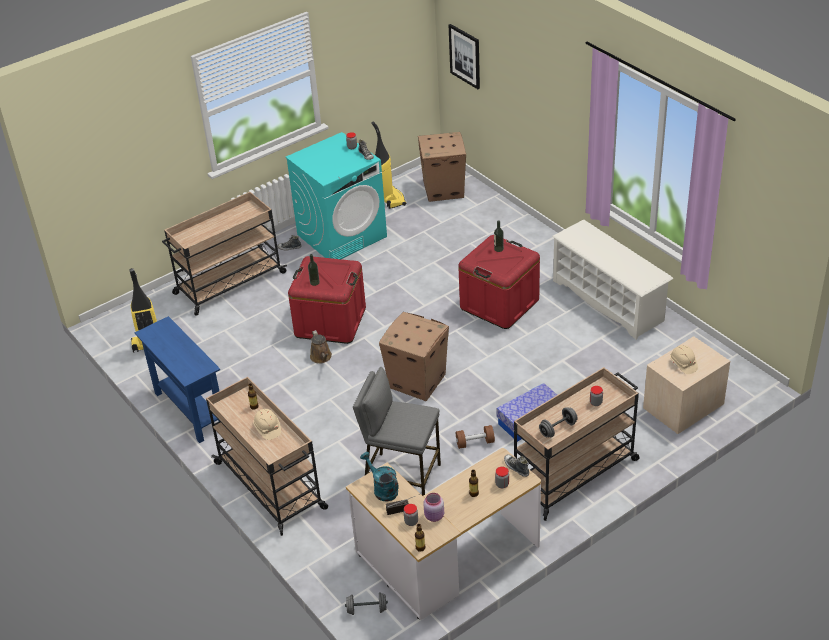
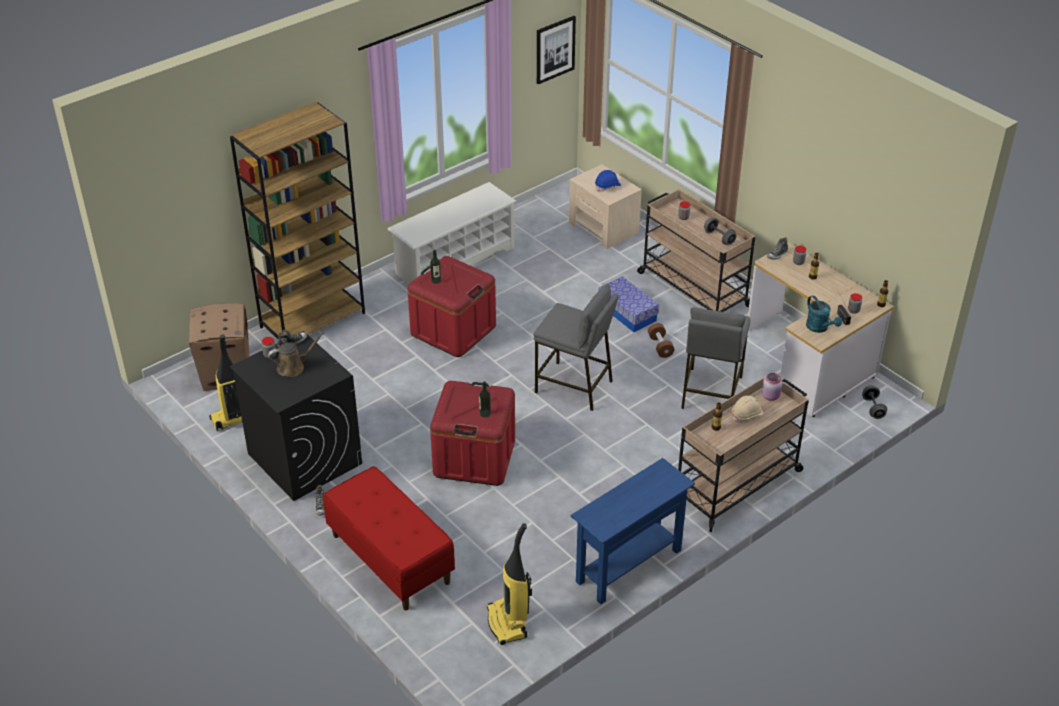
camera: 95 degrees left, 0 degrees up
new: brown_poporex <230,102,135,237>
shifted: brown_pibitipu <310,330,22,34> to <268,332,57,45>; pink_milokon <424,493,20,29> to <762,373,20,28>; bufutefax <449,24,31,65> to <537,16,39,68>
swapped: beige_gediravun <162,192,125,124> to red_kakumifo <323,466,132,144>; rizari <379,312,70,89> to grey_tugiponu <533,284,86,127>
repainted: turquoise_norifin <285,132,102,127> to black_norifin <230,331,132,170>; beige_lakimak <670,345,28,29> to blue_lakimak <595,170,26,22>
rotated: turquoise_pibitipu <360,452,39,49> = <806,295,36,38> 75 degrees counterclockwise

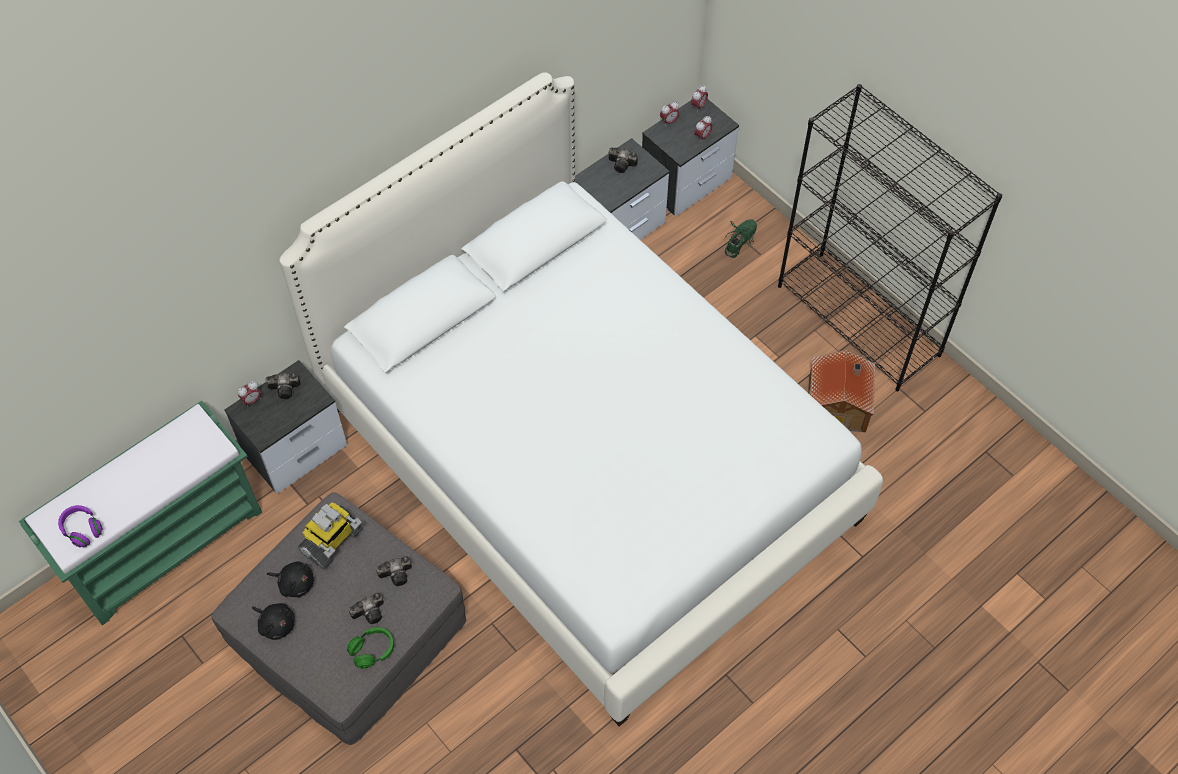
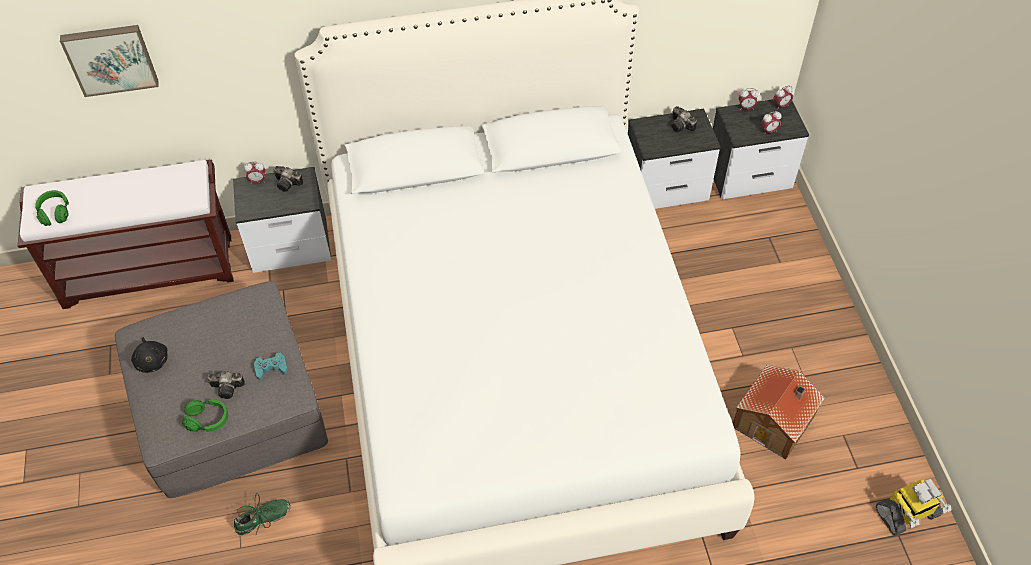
camera: 30 degrees right, 5 degrees down
gone: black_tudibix <267,561,47,36>; black_poporex <778,84,224,307>
new: bufutefax <60,25,99,72>
shifted: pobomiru <298,502,65,68> to <876,479,75,57>; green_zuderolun <724,219,33,39> to <234,493,57,42>
swapped: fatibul <376,556,36,30> to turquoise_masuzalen <254,352,34,28>
repainted: green_kakumifo <19,401,243,224> to brown_kakumifo <18,159,216,150>; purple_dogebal <58,505,45,42> to green_dogebal <35,190,34,36>

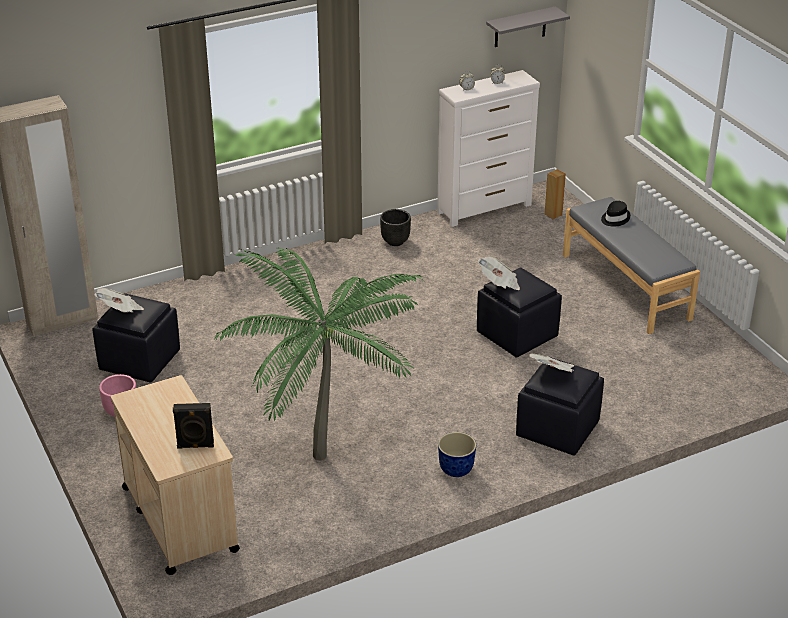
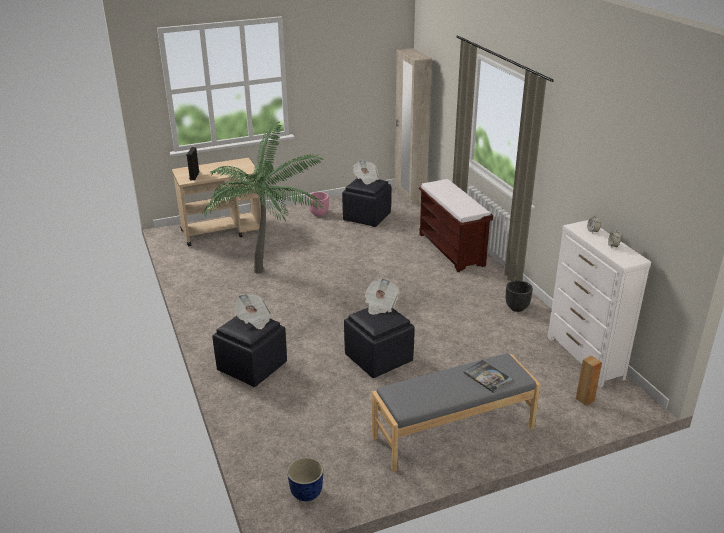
camera: 95 degrees right, 5 degrees down
gone: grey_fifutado <486,6,84,41>
new: brown_kakumifo <419,179,74,93>
shifted: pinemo <438,432,38,45> to <287,457,36,44>
swapped: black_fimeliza <601,201,30,25> to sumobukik <463,360,50,33>

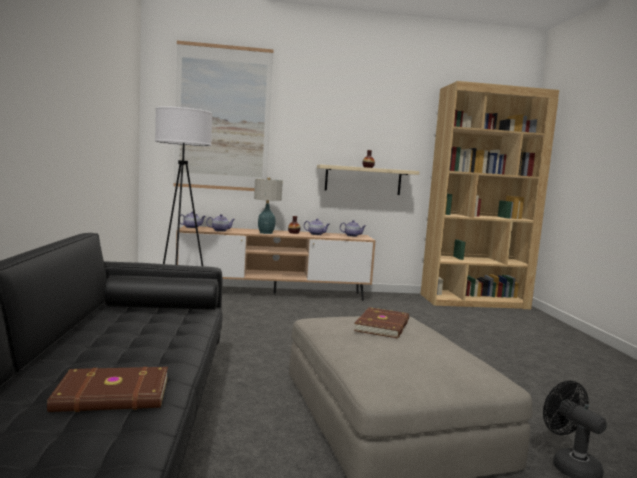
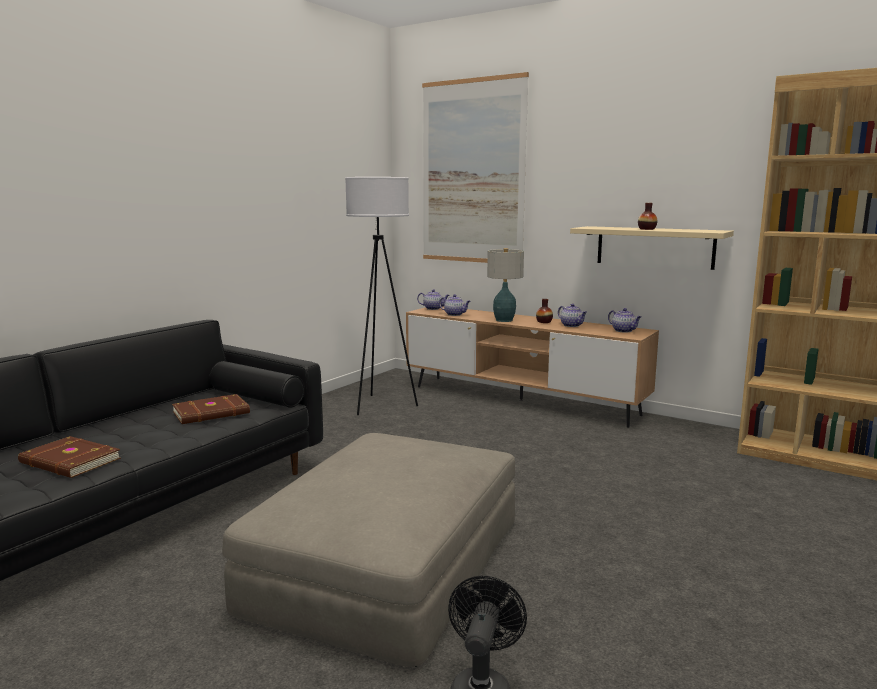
camera: 40 degrees right, 5 degrees up
shifted: brown_sumobukik <354,307,55,31> to <172,394,78,30>

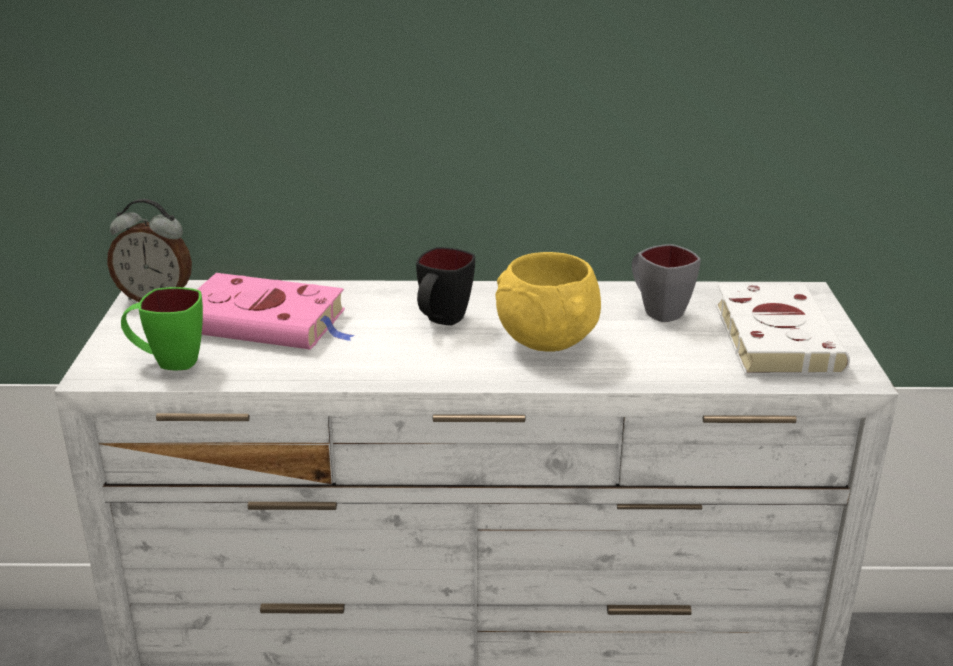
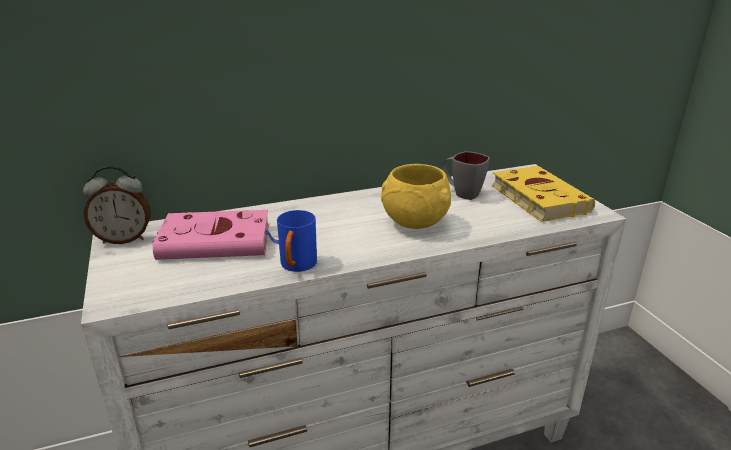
camera: 20 degrees left, 0 degrees up
gone: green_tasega <121,287,82,83>; black_tasega <416,247,59,78>
new: blue_tasega <277,210,40,62>
repainted: white_sumobukik <716,284,134,92> to yellow_sumobukik <491,166,104,56>

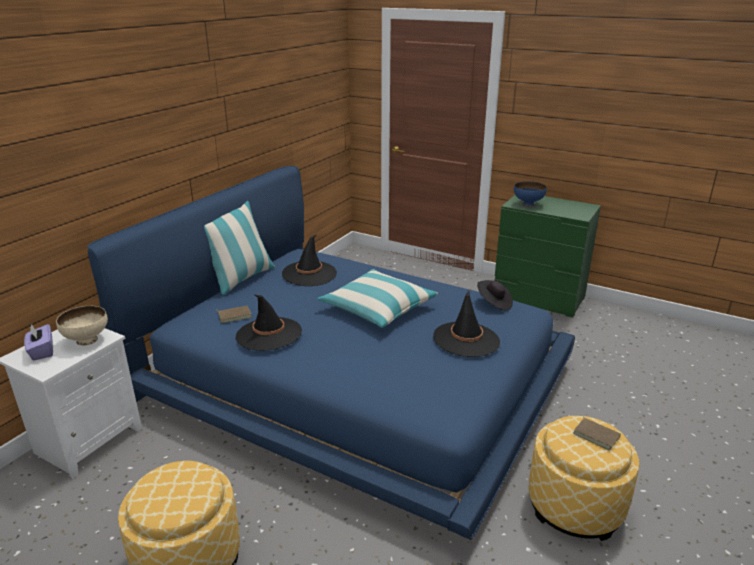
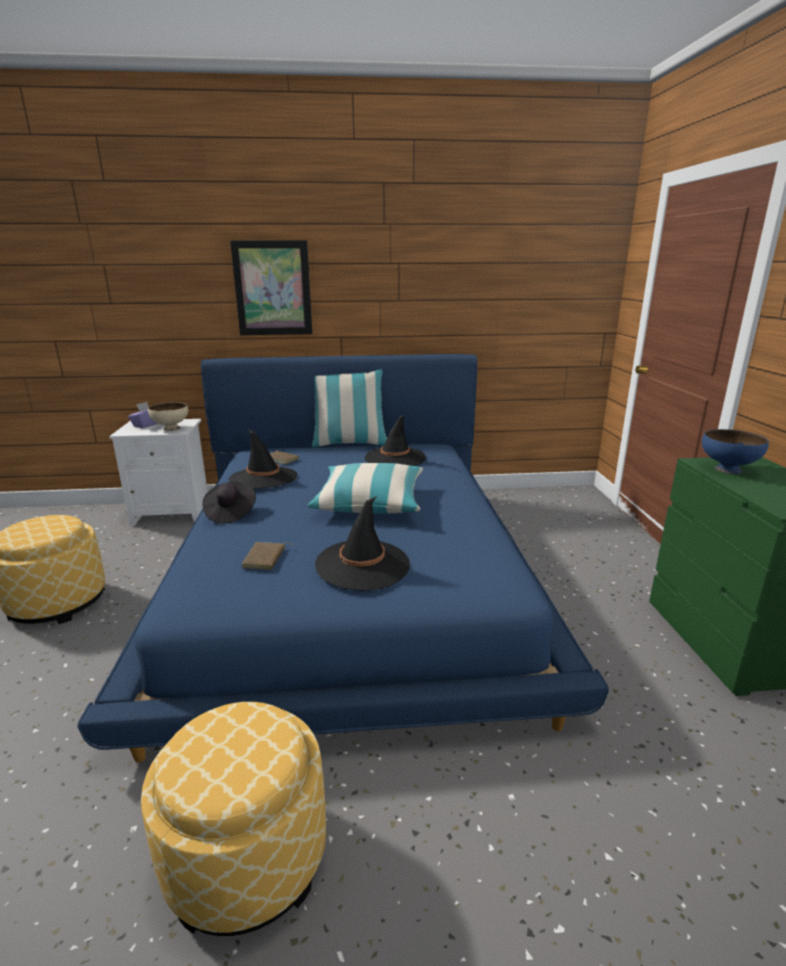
camera: 55 degrees right, 5 degrees down
new: bufutefax <230,240,83,95>
shifted: black_fimeliza <477,280,36,31> to <202,482,54,41>; brown_sumobukik <573,414,48,36> to <241,542,52,28>

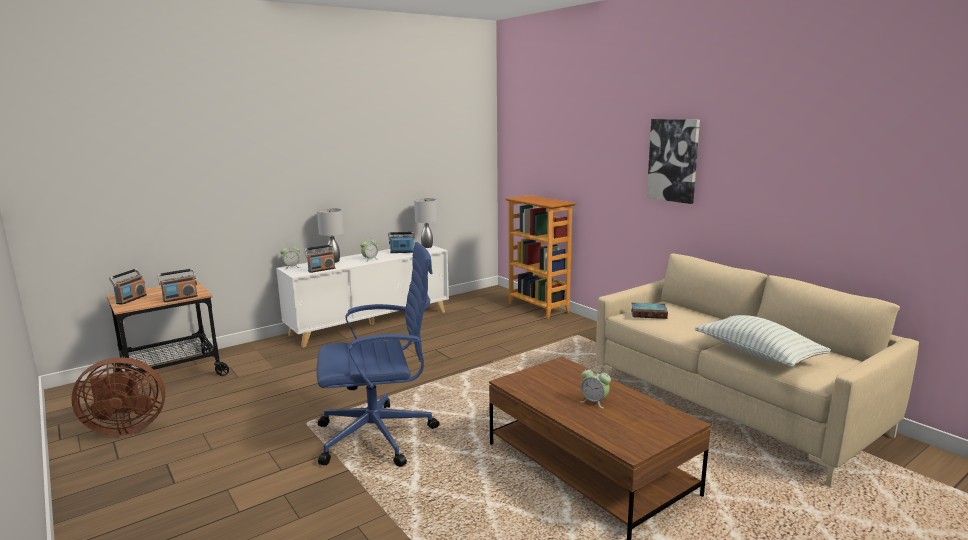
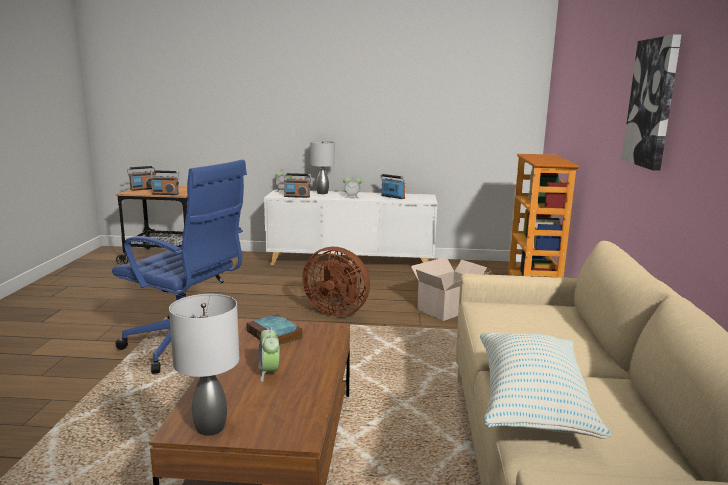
camera: 40 degrees right, 0 degrees up
new: rizari <411,257,80,64>
shifted: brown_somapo <71,357,94,79> to <302,247,68,70>; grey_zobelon <414,198,24,50> to <169,294,70,142>; sumobukik <631,303,37,16> to <246,314,57,32>

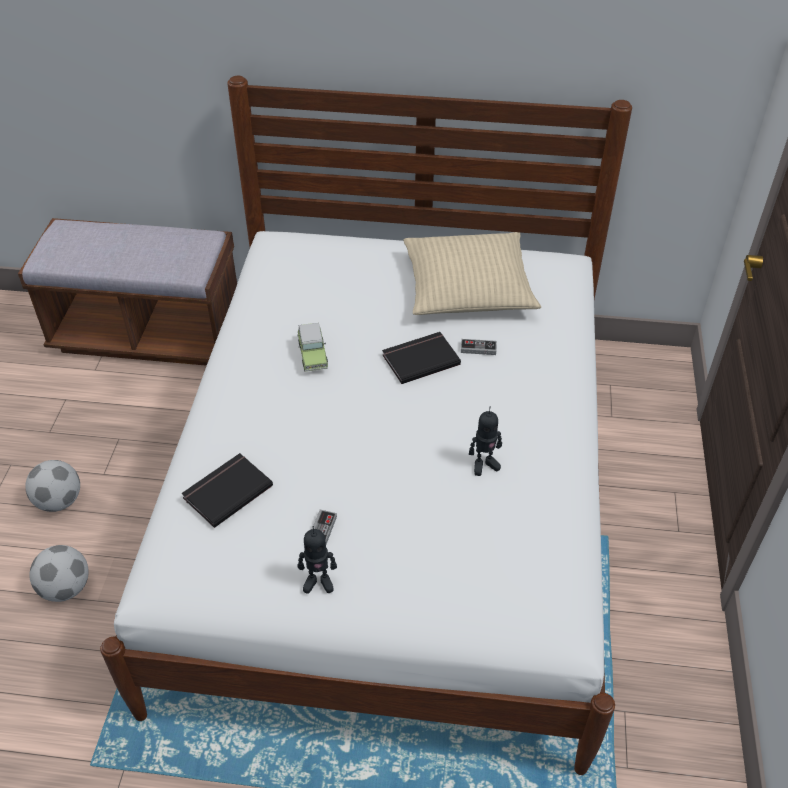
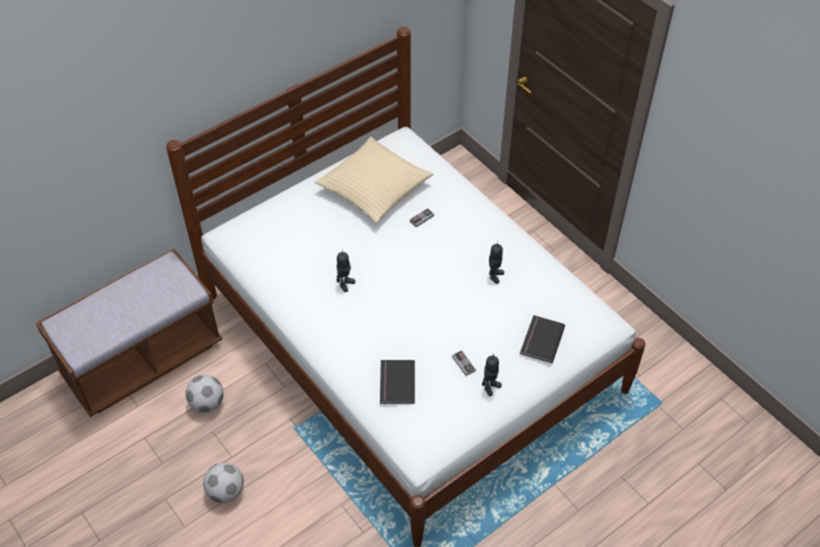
camera: 45 degrees left, 5 degrees up
shifted: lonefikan <29,545,60,57> to <185,375,39,37>; black_sumobukik <382,332,79,52> to <520,315,45,48>
swapped: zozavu <297,323,31,49> to pobomiru <336,252,20,40>

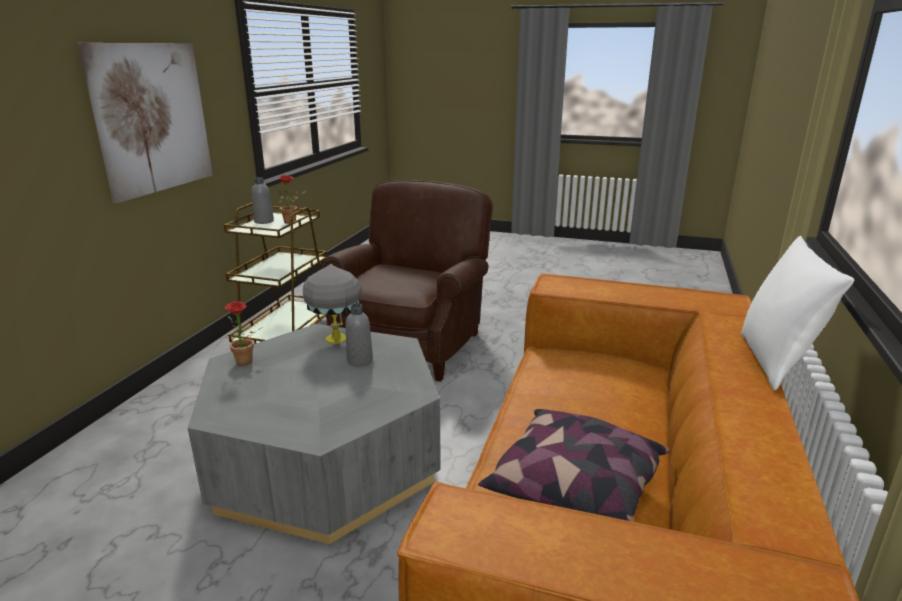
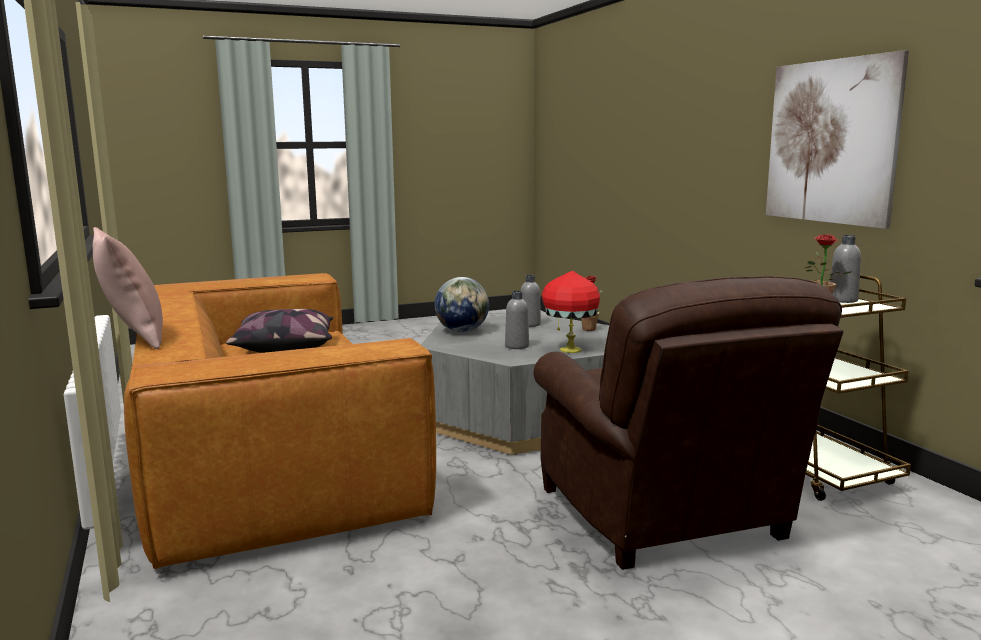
camera: 140 degrees right, 10 degrees down
new: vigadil <435,277,54,55>; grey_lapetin <521,275,20,52>
repainted: grey_zobelon <303,264,59,80> to red_zobelon <542,271,58,82>; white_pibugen <741,236,113,154> to pink_pibugen <93,227,70,122>

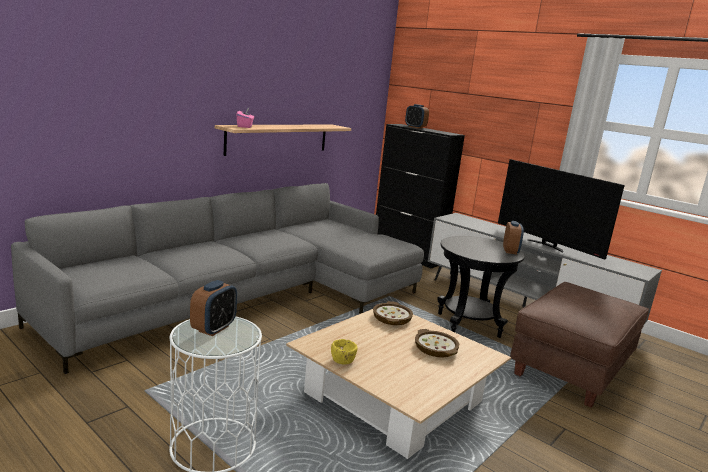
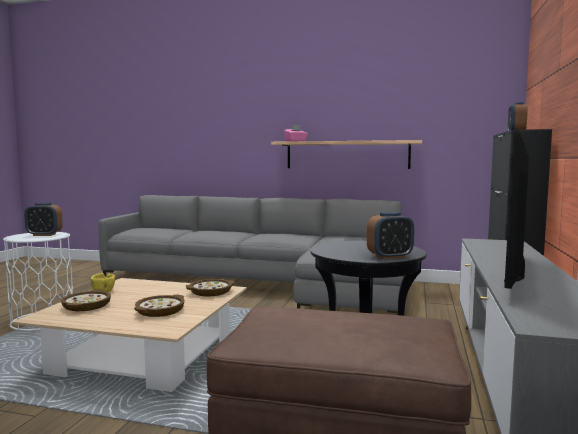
camera: 65 degrees right, 10 degrees down
new: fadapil <61,290,50,21>

